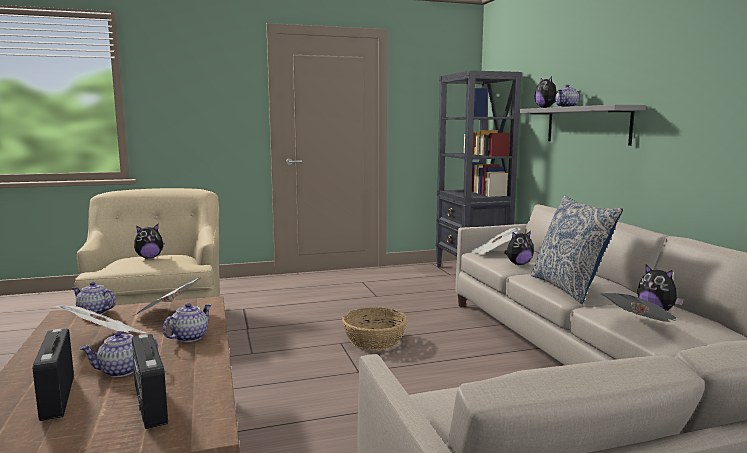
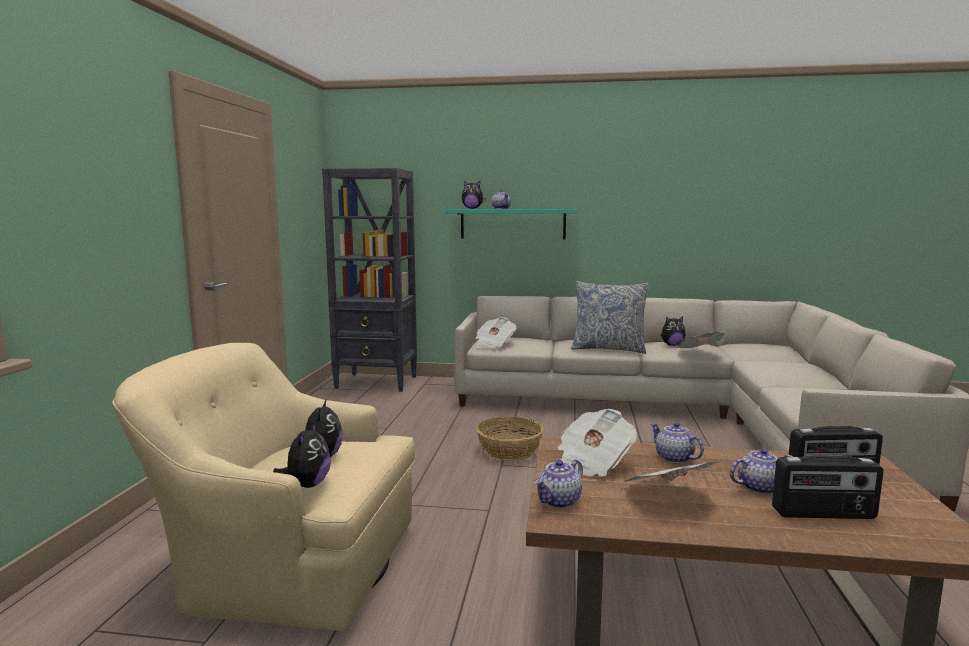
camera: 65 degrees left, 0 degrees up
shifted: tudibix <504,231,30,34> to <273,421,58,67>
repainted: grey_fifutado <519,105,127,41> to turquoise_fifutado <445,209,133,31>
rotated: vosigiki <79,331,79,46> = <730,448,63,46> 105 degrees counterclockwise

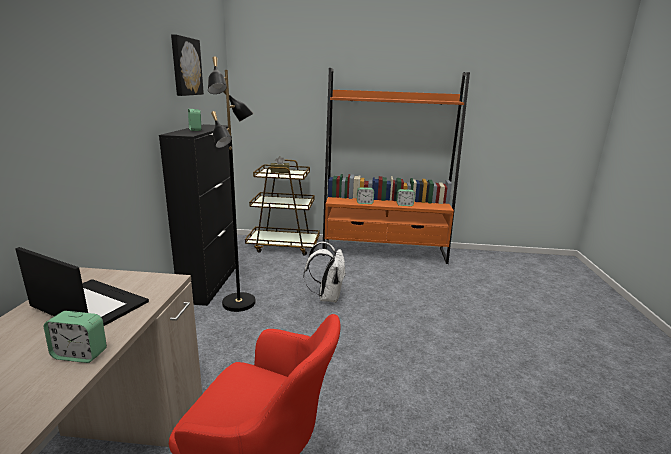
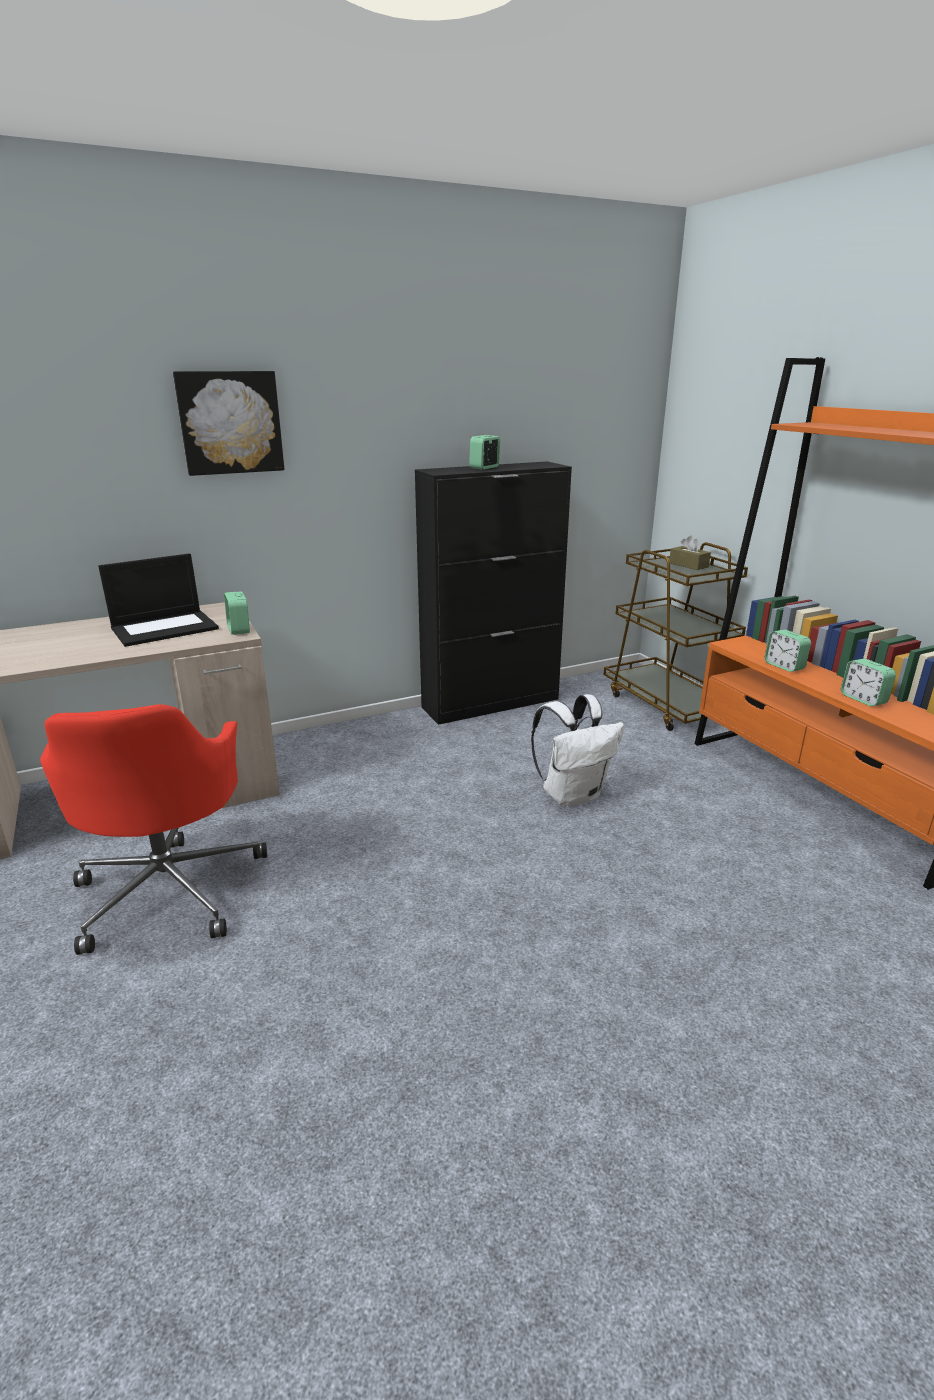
camera: 60 degrees right, 5 degrees up
gone: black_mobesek <208,57,48,255>
shifted: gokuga <44,311,63,52> to <224,591,26,44>; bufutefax <171,34,33,62> to <173,371,112,105>
rotated: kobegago <15,247,134,79> = <98,553,121,94> 60 degrees clockwise

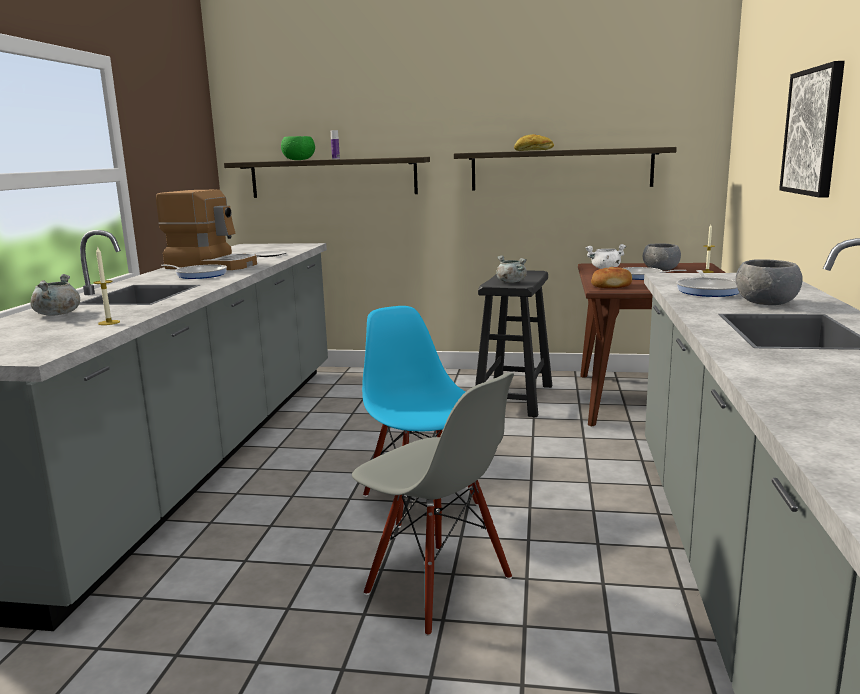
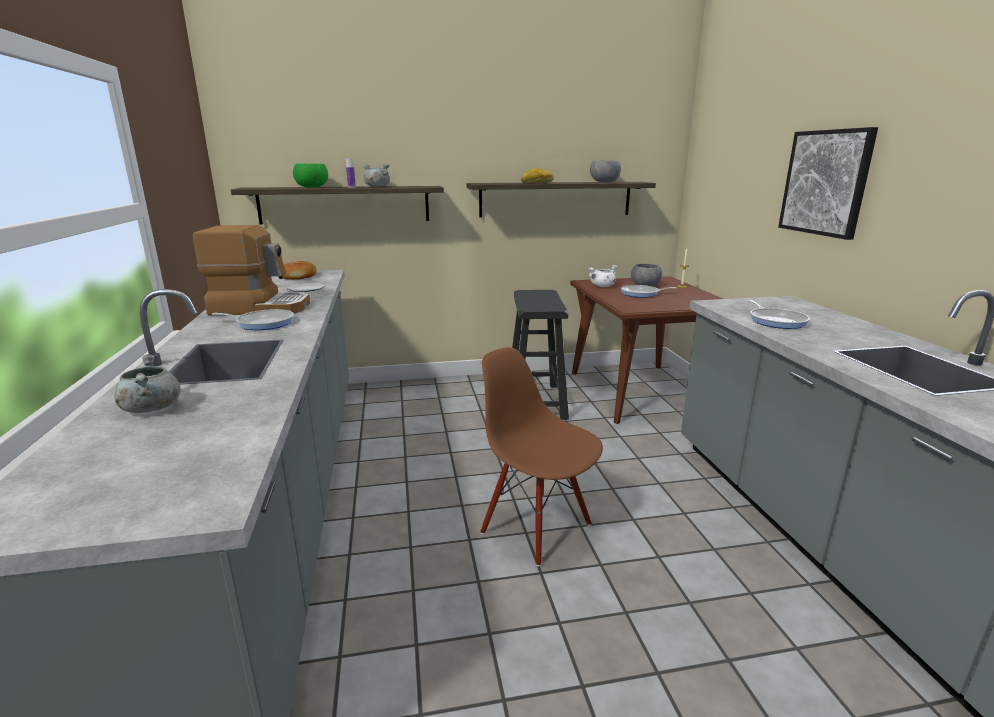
camera: 20 degrees left, 5 degrees up
gone: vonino <93,246,27,79>; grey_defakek <352,373,162,263>
shifted: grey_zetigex <496,255,31,28> to <363,163,27,24>; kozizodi <591,267,41,21> to <283,261,34,19>; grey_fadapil <736,260,67,45> to <590,160,31,22>
repainted: blue_defakek <362,306,117,222> to brown_defakek <480,347,123,220>

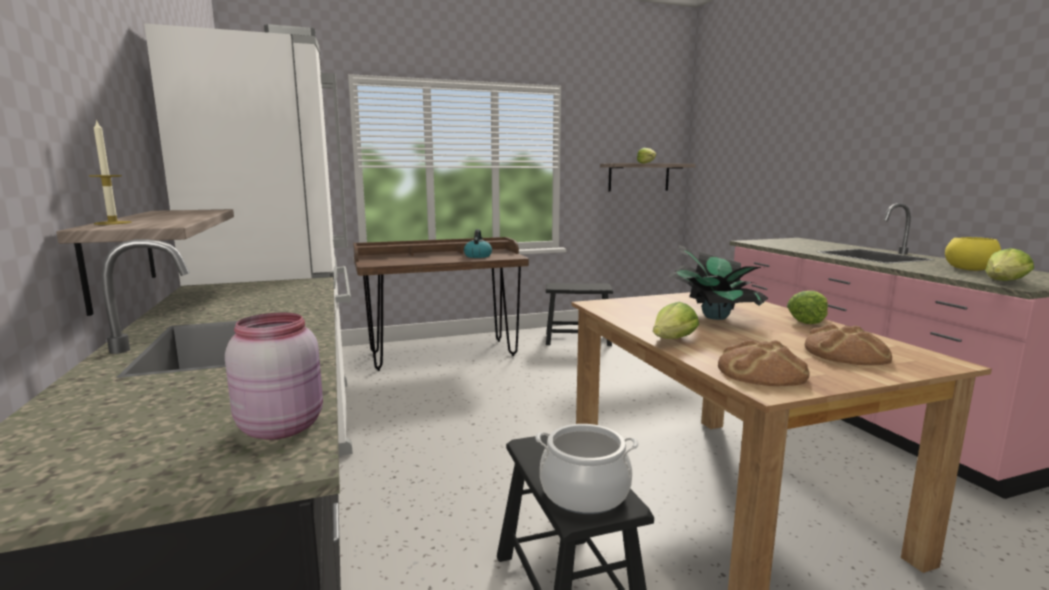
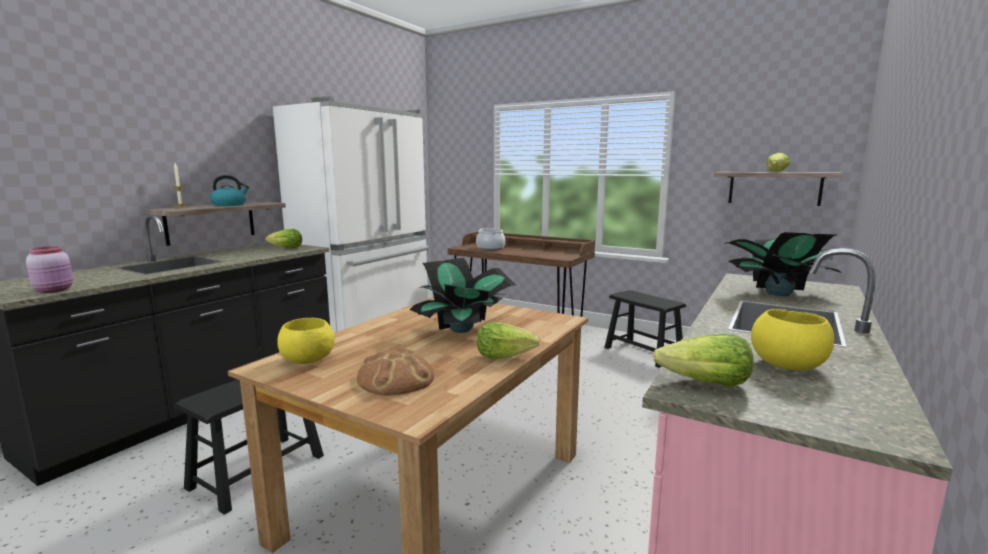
camera: 50 degrees right, 0 degrees up
new: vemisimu <723,232,118,64>
shifted: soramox <464,229,28,29> to <210,175,39,31>; zetigex <536,424,102,90> to <476,228,29,22>; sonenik <653,302,46,37> to <265,229,37,19>
swapped: kozizodi <718,340,92,46> to yellow_fadapil <277,318,58,46>

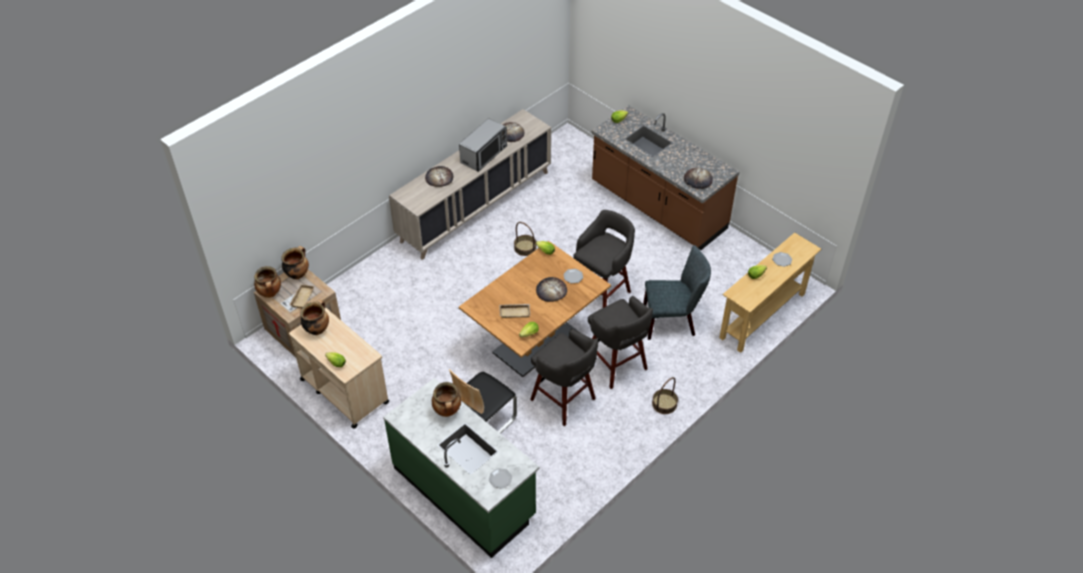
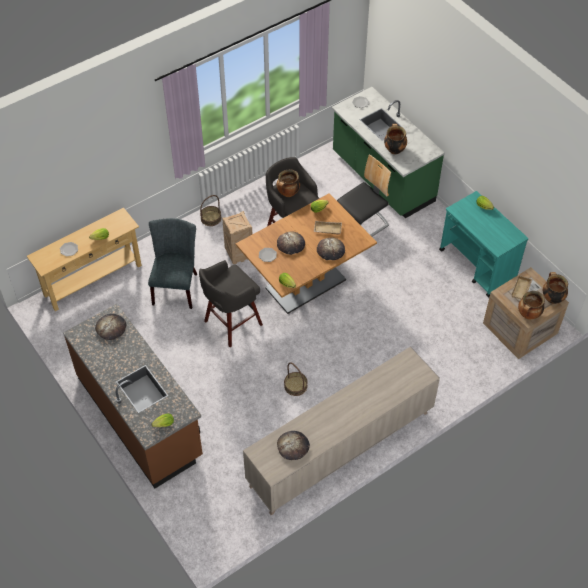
camera: 170 degrees left, 5 degrees up
gone: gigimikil <459,118,48,54>
shifted: zetigex <300,300,29,35> to <276,169,24,28>; kozizodi <425,166,29,21> to <317,238,28,22>
swapped: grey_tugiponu <588,296,65,93> to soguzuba <222,211,30,53>
repainted: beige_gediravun <289,308,100,121> to turquoise_gediravun <439,191,89,106>
rotated: grey_defakek <643,245,68,95> = <148,218,49,91> 90 degrees clockwise

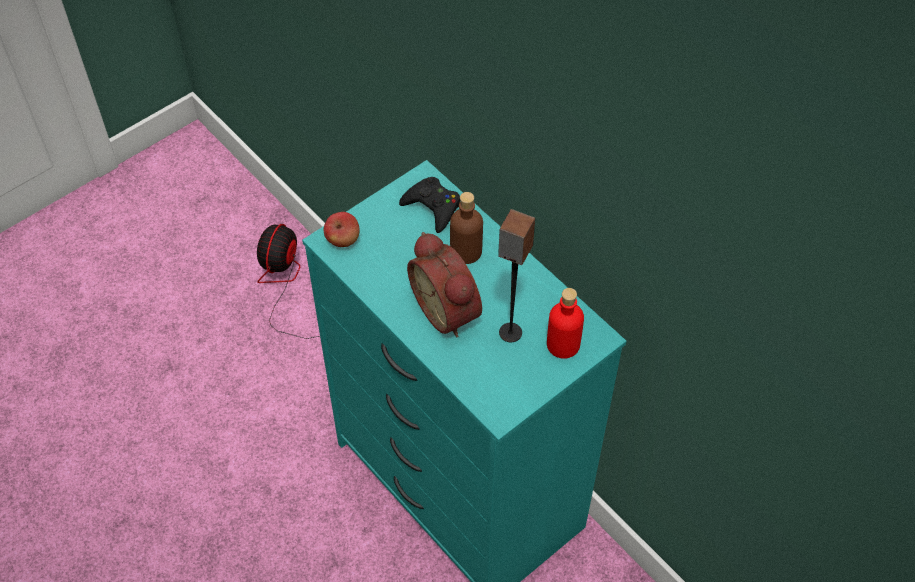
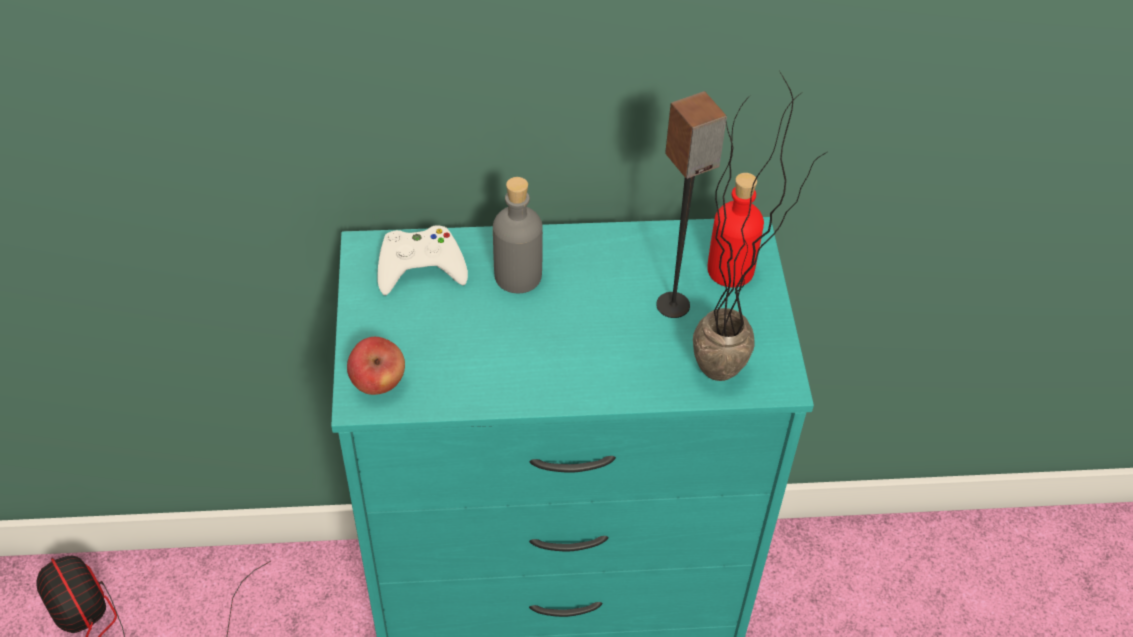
camera: 55 degrees left, 5 degrees down
gone: gokuga <407,232,75,105>
new: vemisimu <693,71,134,310>
repainted: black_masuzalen <399,177,61,56> to white_masuzalen <378,225,90,70>; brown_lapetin <450,192,33,72> to grey_lapetin <493,177,50,116>

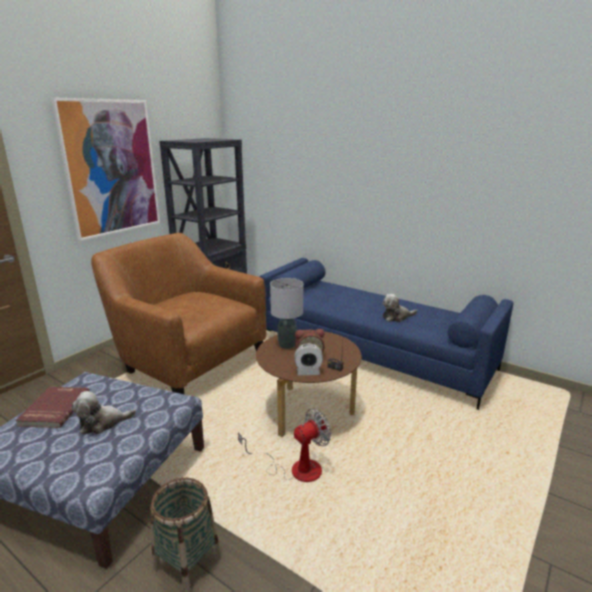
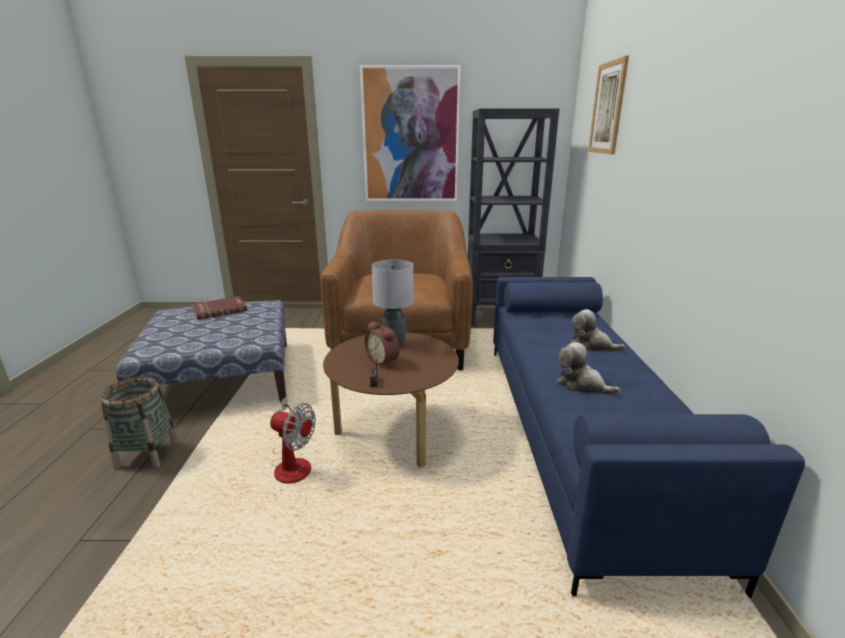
camera: 55 degrees right, 0 degrees up
gone: gokuga <294,343,29,32>
new: bufutefax <588,56,41,98>
shifted: tudibix <72,391,64,43> to <571,309,55,43>

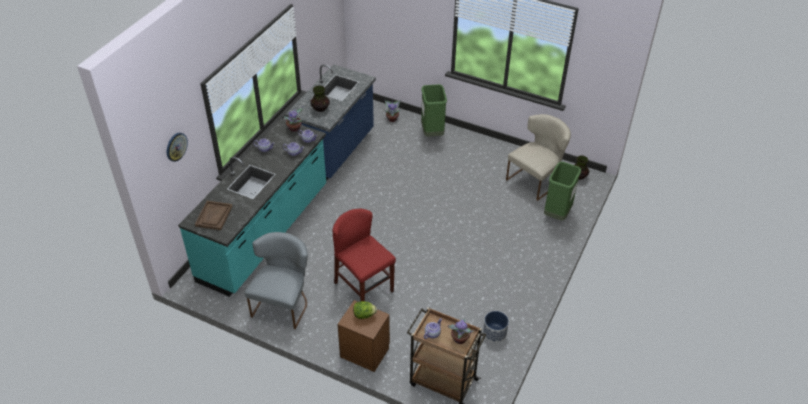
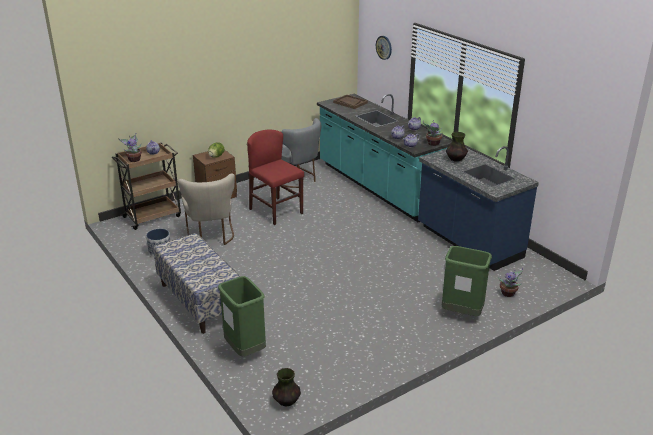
camera: 120 degrees right, 15 degrees down
new: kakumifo <154,233,86,101>
shifted: beige_defakek <506,114,65,87> to <178,173,57,72>
rotated: red_defakek <333,209,63,92> = <247,130,57,95> 120 degrees counterclockwise

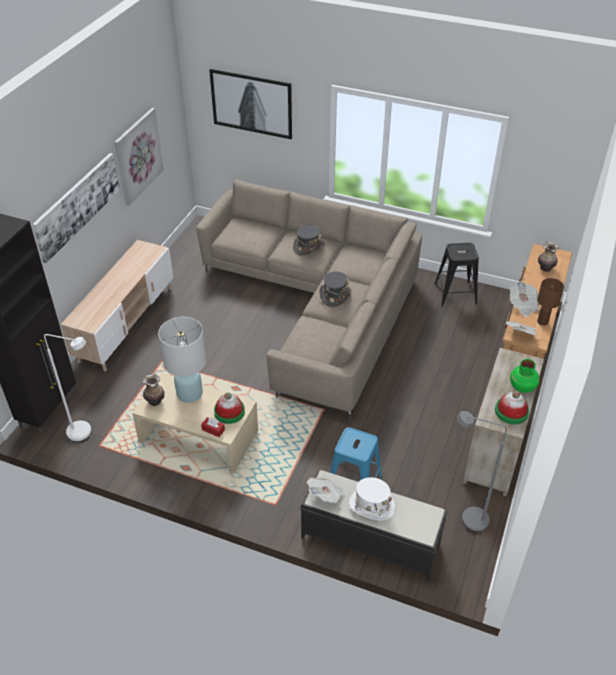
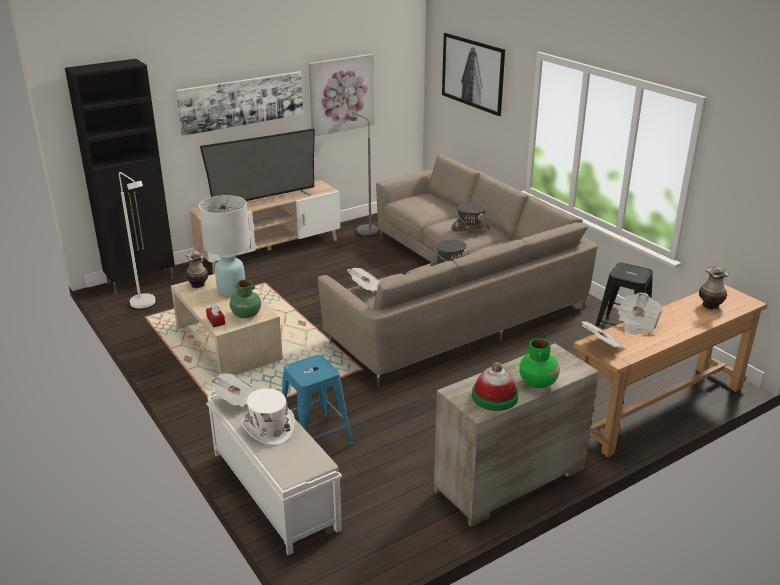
camera: 35 degrees right, 15 degrees down
gone: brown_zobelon <537,278,27,48>
new: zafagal <200,129,115,72>; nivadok <347,268,34,24>
shifted: grey_mobesek <457,411,50,121> to <346,110,32,126>
swapped: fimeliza <214,392,31,32> to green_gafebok <230,280,31,38>
repainted: black_kakumifo <299,470,149,112> to white_kakumifo <206,381,136,174>

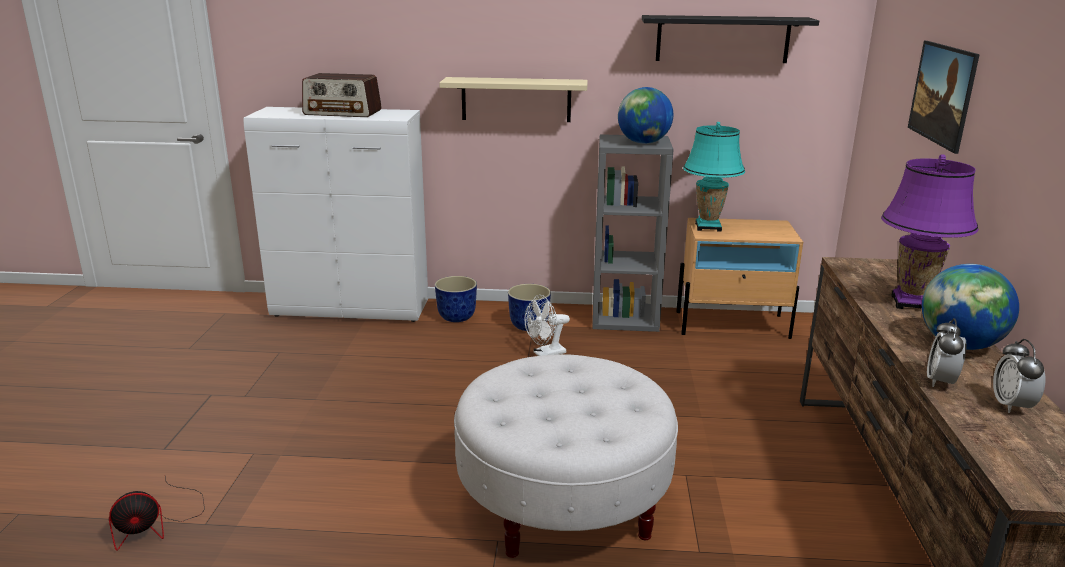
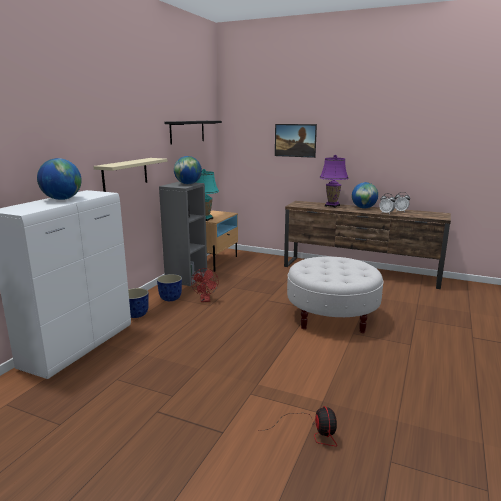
camera: 70 degrees left, 5 degrees down
swapped: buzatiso <302,73,80,44> to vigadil <37,158,45,42>
repainted: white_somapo <525,295,45,61> to red_somapo <191,268,28,34>

